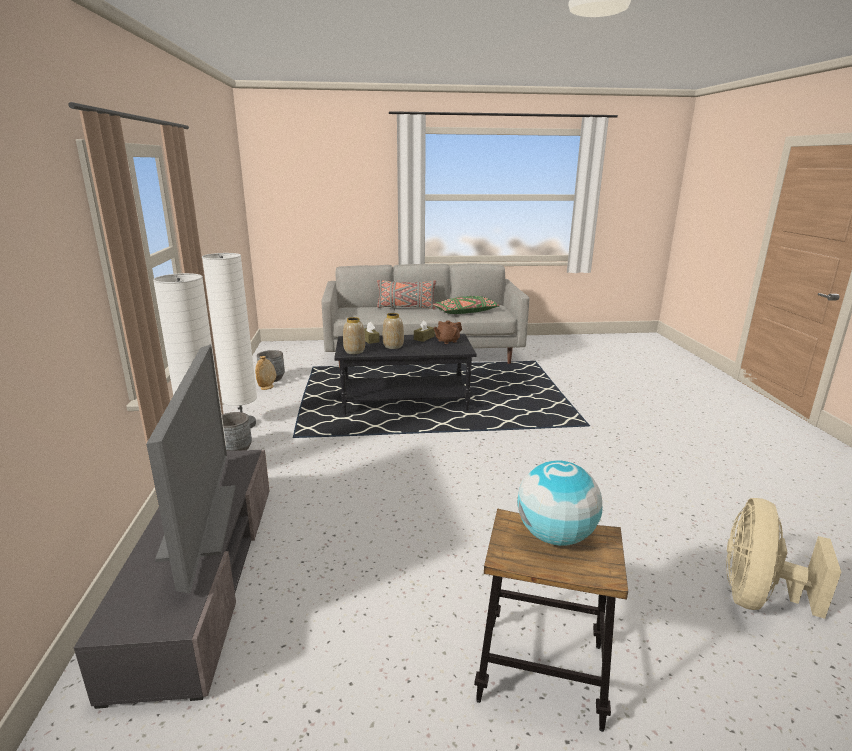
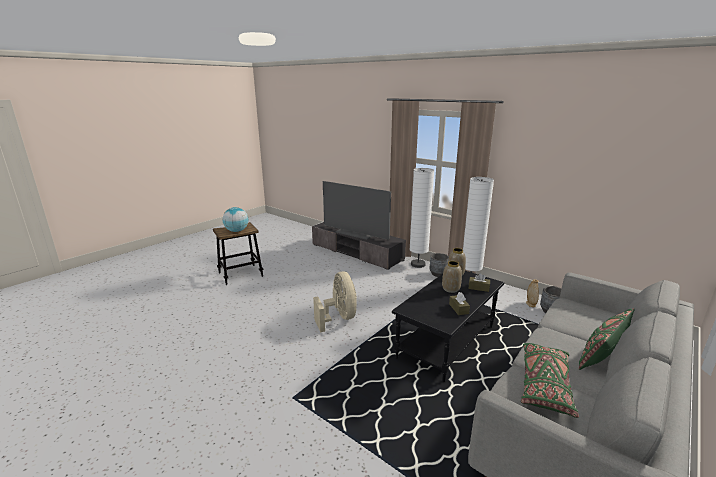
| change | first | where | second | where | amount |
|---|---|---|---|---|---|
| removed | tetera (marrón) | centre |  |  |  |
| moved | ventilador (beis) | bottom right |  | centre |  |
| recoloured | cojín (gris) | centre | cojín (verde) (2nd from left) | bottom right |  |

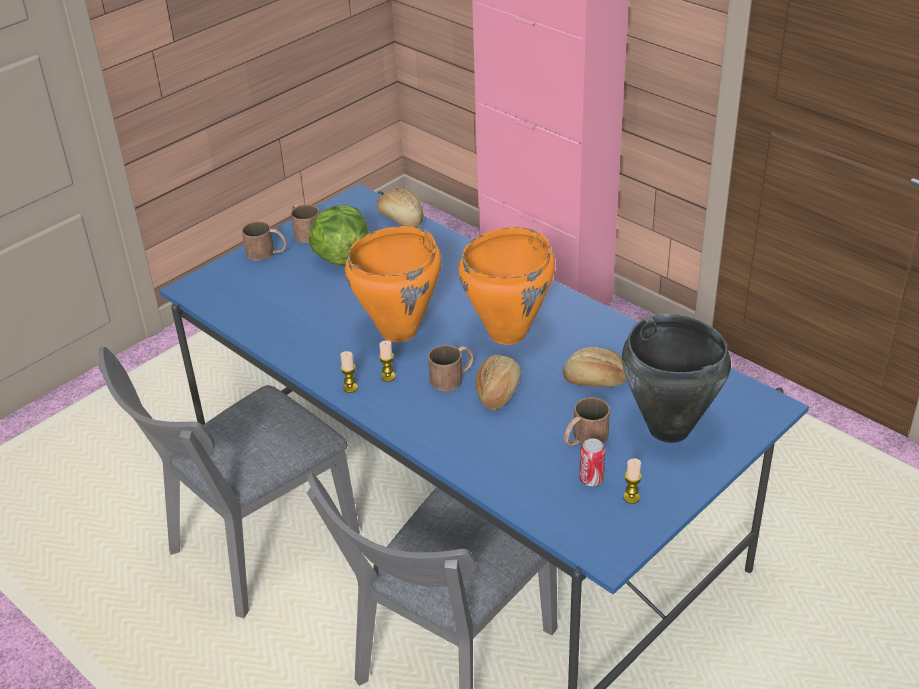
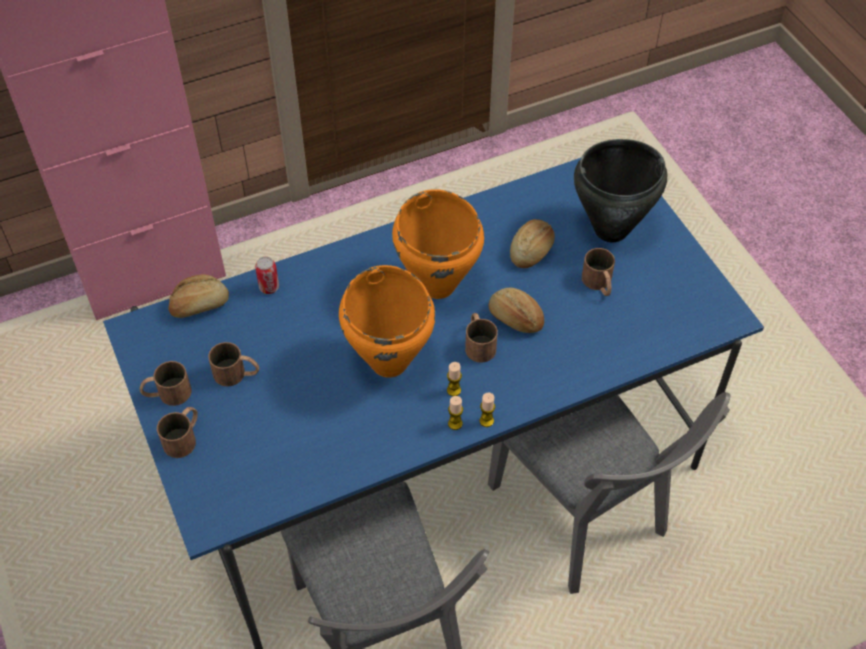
| change | first | where | second | where | amount |
|---|---|---|---|---|---|
| moved | lata | bottom centre |  | middle left |  |
| moved | vela (3rd from left) | bottom right |  | centre |  |
| replaced | lechuga | centre | taza grande (marrón) (3rd from left) | middle left |  |

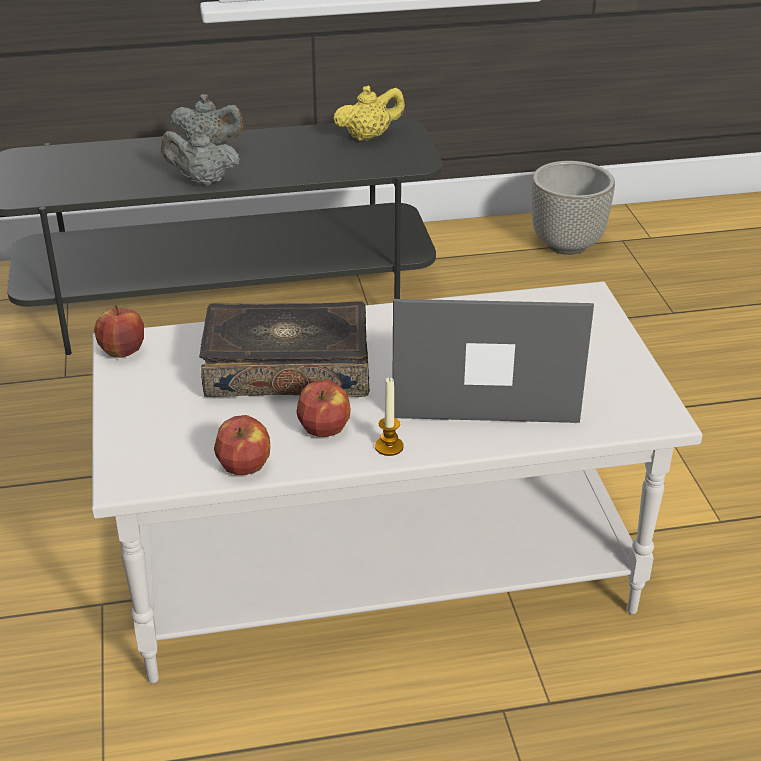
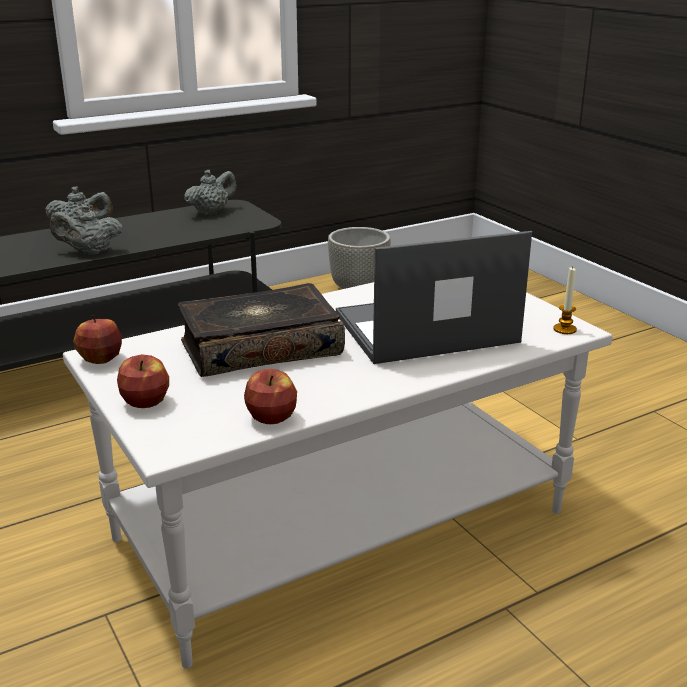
| change | first | where | second | where | amount |
|---|---|---|---|---|---|
| moved | manzana (3rd from left in the first image) | centre | manzana (2nd from left) | middle left |  |
| moved | vela | centre |  | middle right |  |
| recoloured | tetera (amarillo) | top centre | tetera (gris) (3rd from left) | top left |  |

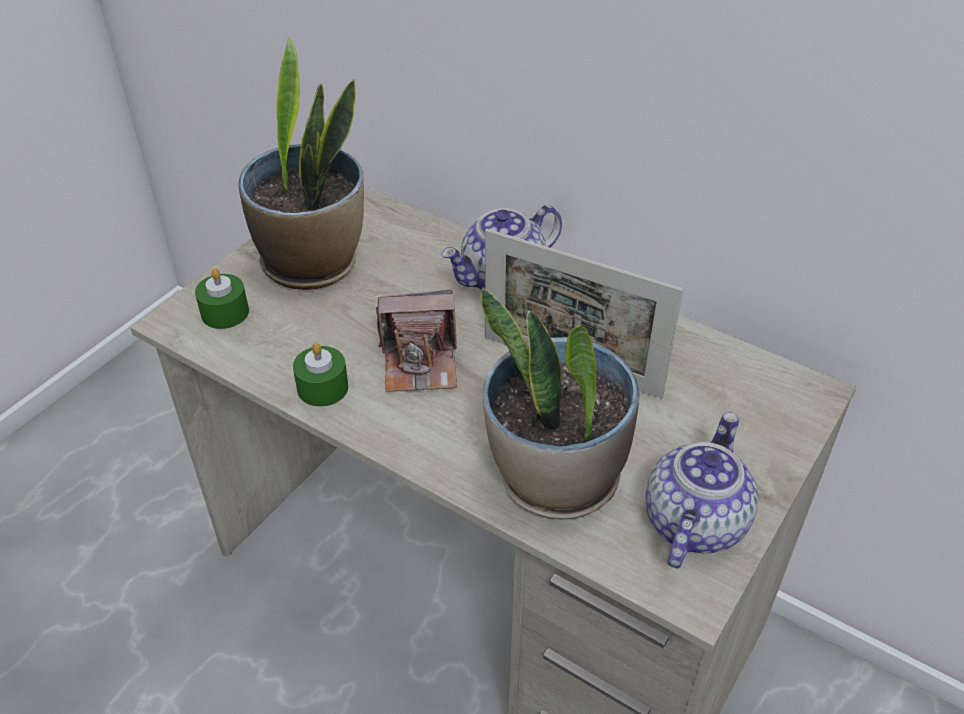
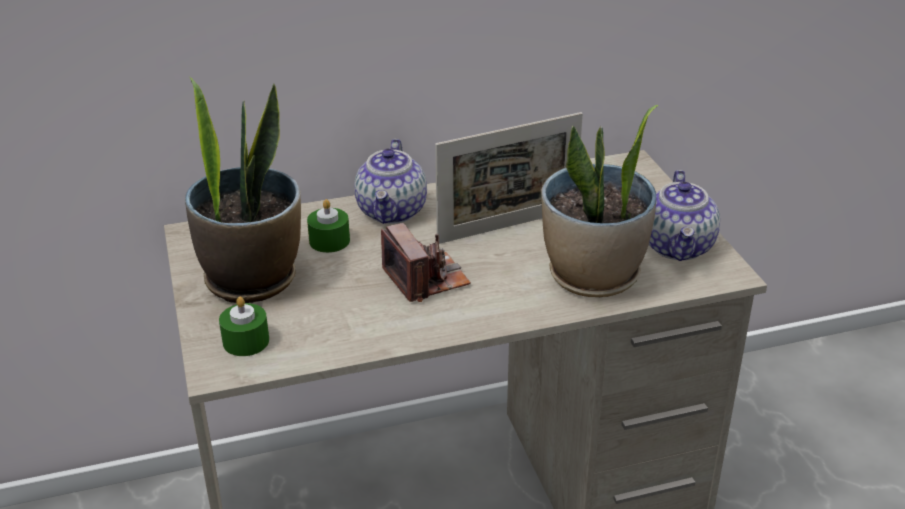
| change | first | where | second | where | amount |
|---|---|---|---|---|---|
| moved | vela (verde) (2nd from left) | middle left |  | centre |  |
| turned | cámara | centre |  | centre | 60 degrees counterclockwise |
| turned | tetera (2nd from left) | bottom right |  | middle right | 150 degrees counterclockwise |

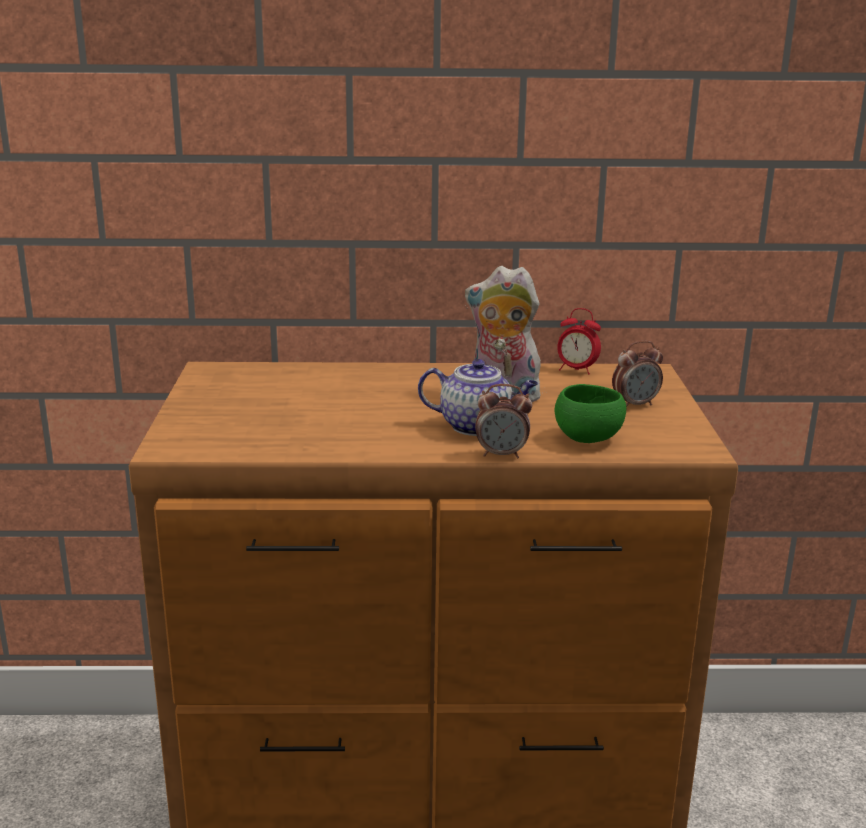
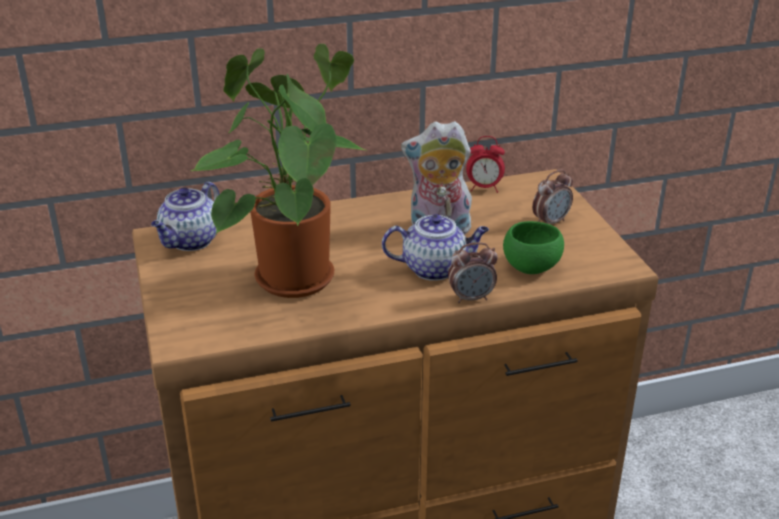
| change | first | where | second | where | amount |
|---|---|---|---|---|---|
| added |  |  | tetera (1st from left) | middle left |  |
| added |  |  | planta en maceta | top centre |  |

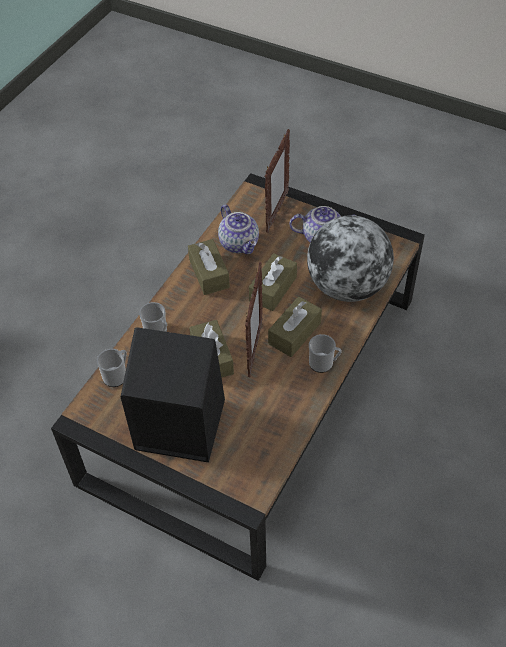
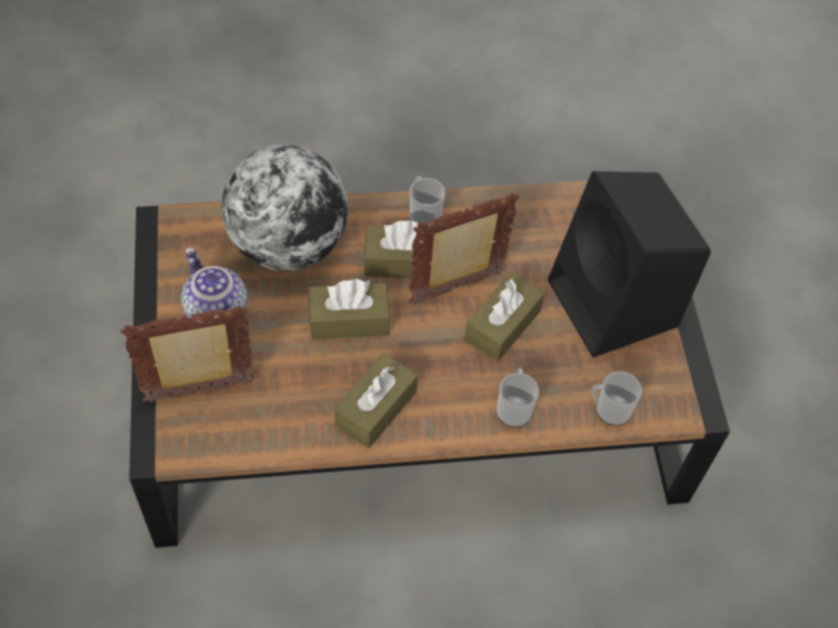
| change | first | where | second | where | amount |
|---|---|---|---|---|---|
| removed | tetera (1st from left) | centre |  |  |  |

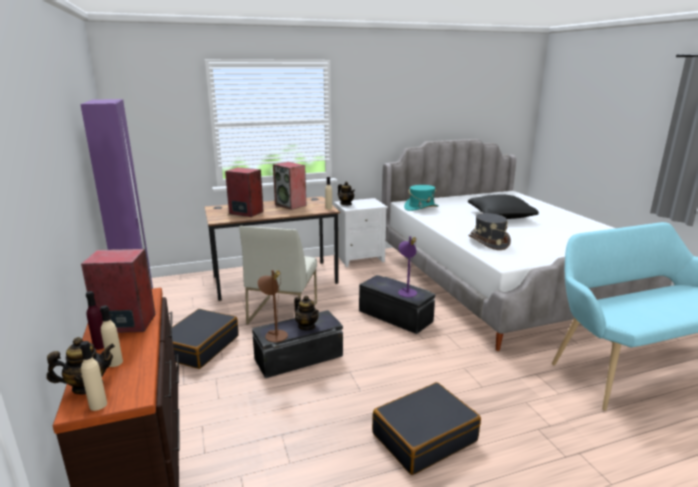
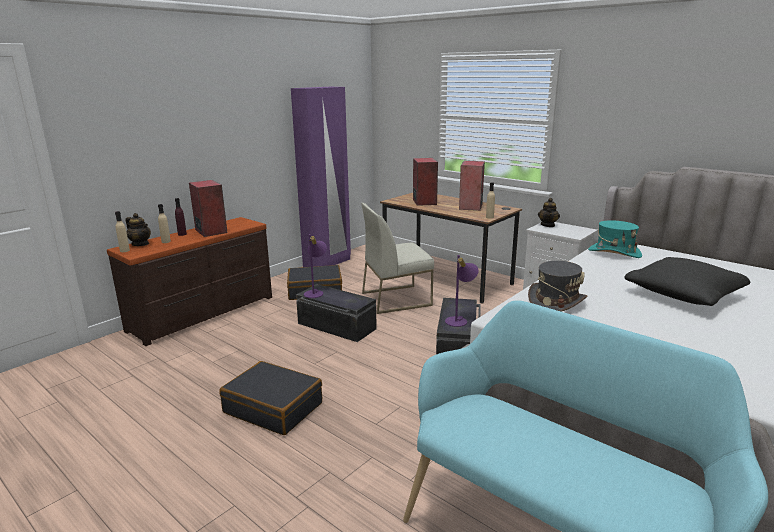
| change | first | where | second | where | amount |
|---|---|---|---|---|---|
| removed | tetera (2nd from left) | centre |  |  |  |
| recoloured | lámpara de mesa (marrón) | centre | lámpara de mesa (morado) (1st from left) | centre |  |

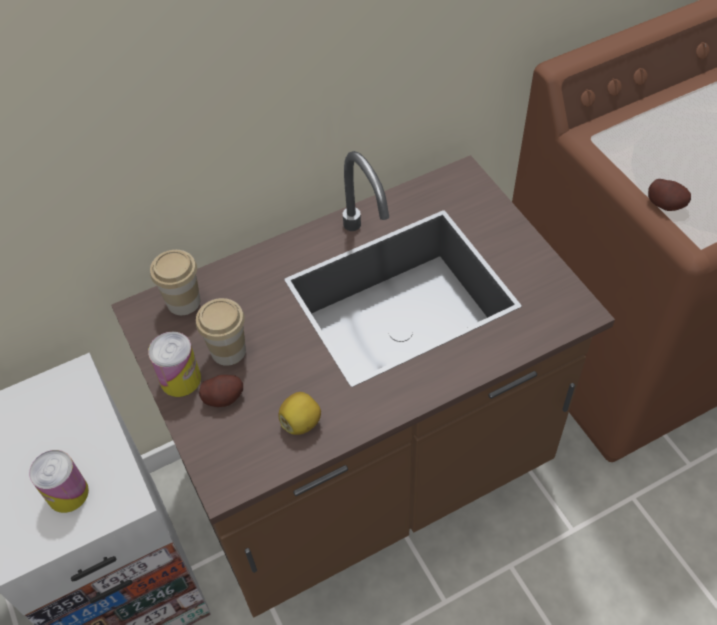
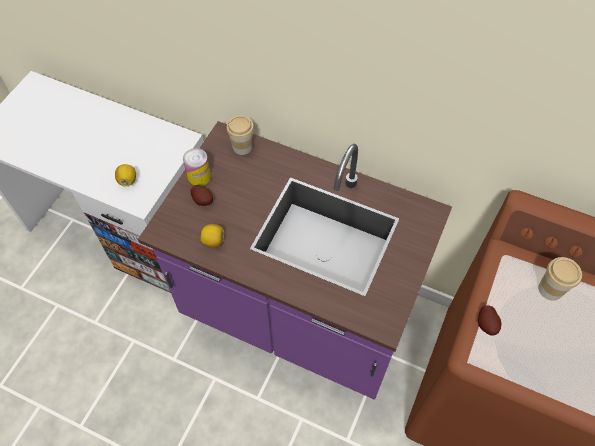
| change | first | where | second | where | amount |
|---|---|---|---|---|---|
| moved | taza (2nd from left) | middle left |  | middle right |  |
| replaced | lata (1st from left) | bottom left | limón (1st from left) | middle left |  |
| recoloured | mueble bajo de cocina (marrón) | centre | mueble bajo de cocina (morado) | centre |  |

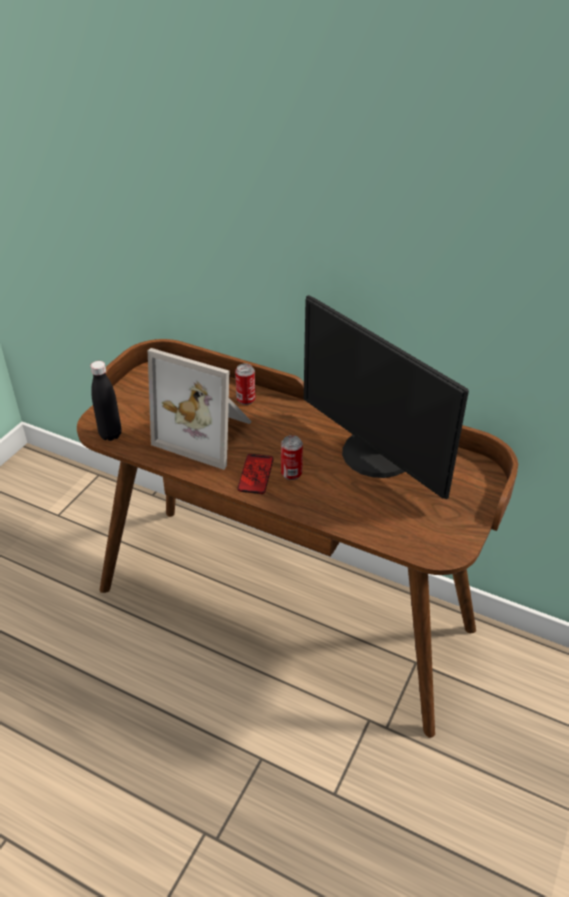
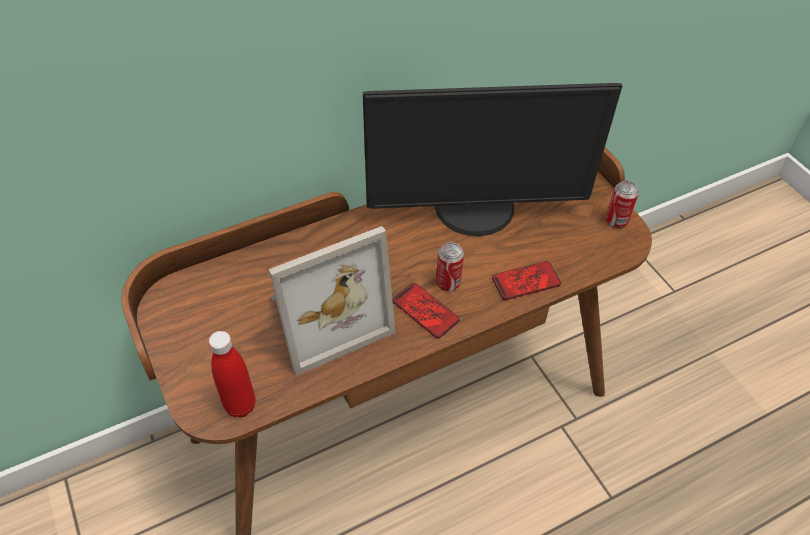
| change | first | where | second | where | amount |
|---|---|---|---|---|---|
| added |  |  | móvil (2nd from left) | centre |  |
| moved | lata (1st from left in the first image) | centre | lata (2nd from left) | middle right |  |
| recoloured | botella (negro) | middle left | botella (rojo) | bottom left |  |

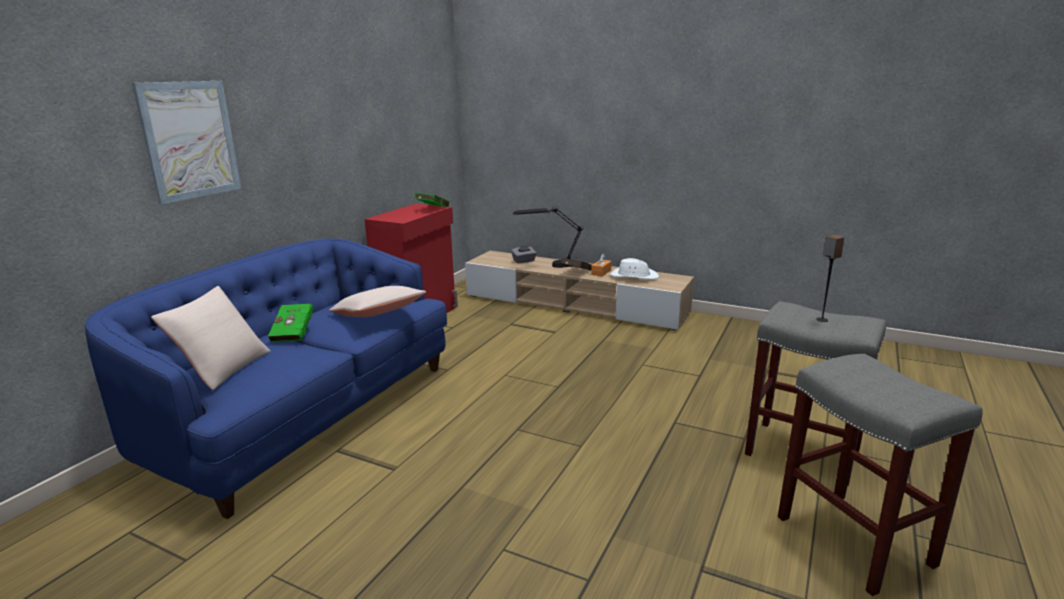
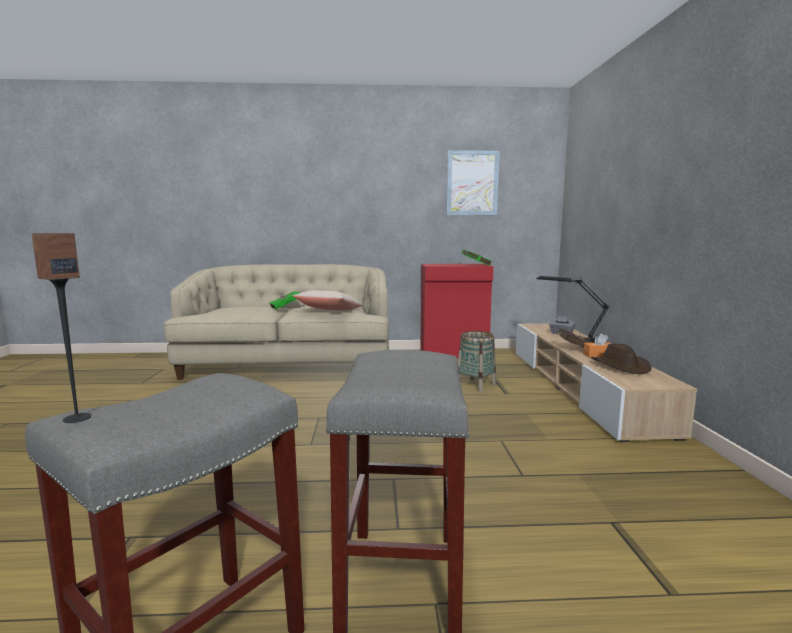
| change | first | where | second | where | amount |
|---|---|---|---|---|---|
| removed | cojín (beis) (1st from left) | middle left |  |  |  |
| added |  |  | cesta | centre |  |
| moved | cuadro | top left |  | top centre |  |
| moved | altavoz | middle right |  | middle left |  |
| recoloured | sofá (azul) | middle left | sofá (beis) | centre |  |
| recoloured | sombrero (blanco) | centre | sombrero (marrón) | middle right |  |

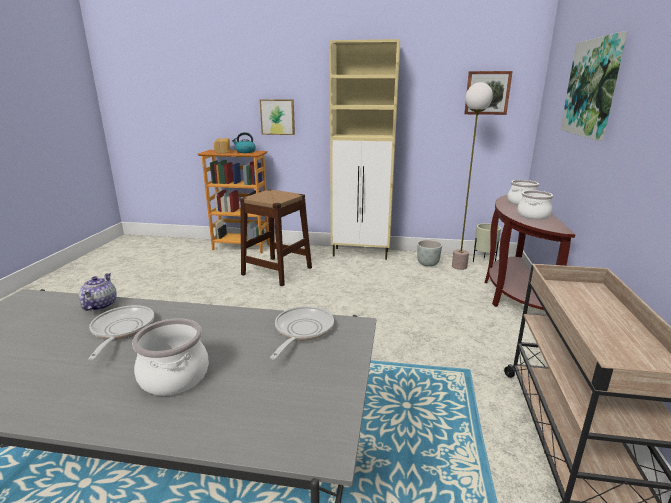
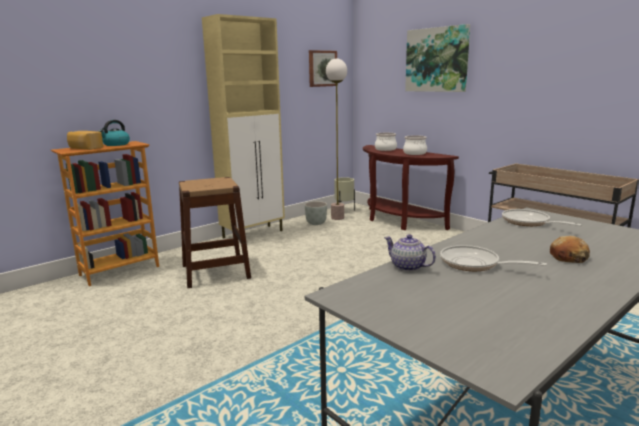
| change | first | where | second | where | amount |
|---|---|---|---|---|---|
| removed | cuadro (1st from left) | top centre |  |  |  |
| replaced | olla (1st from left) | bottom left | pan (2nd from left) | middle right |  |

